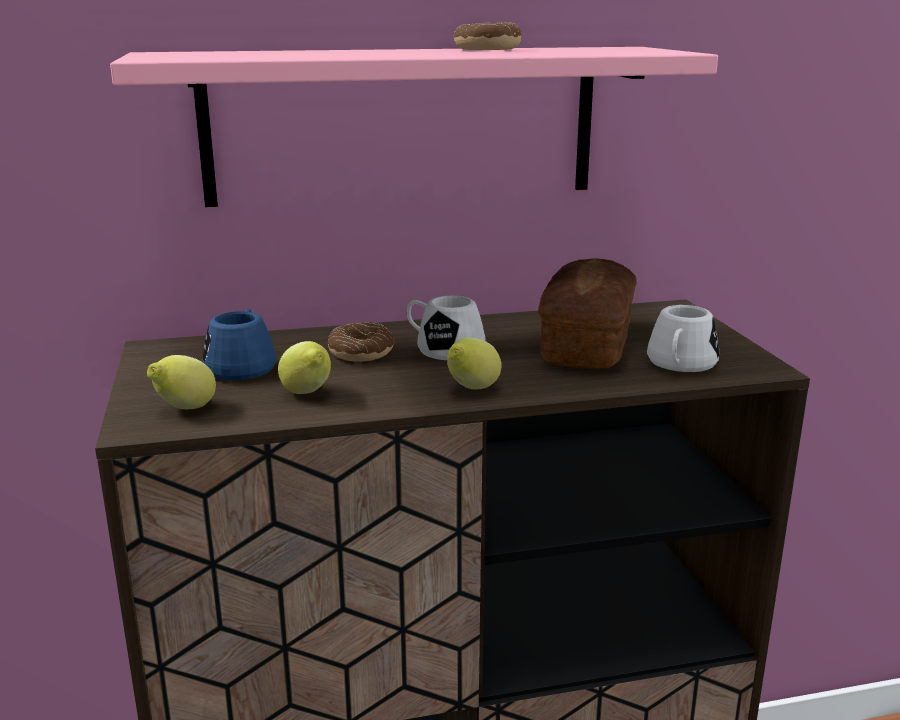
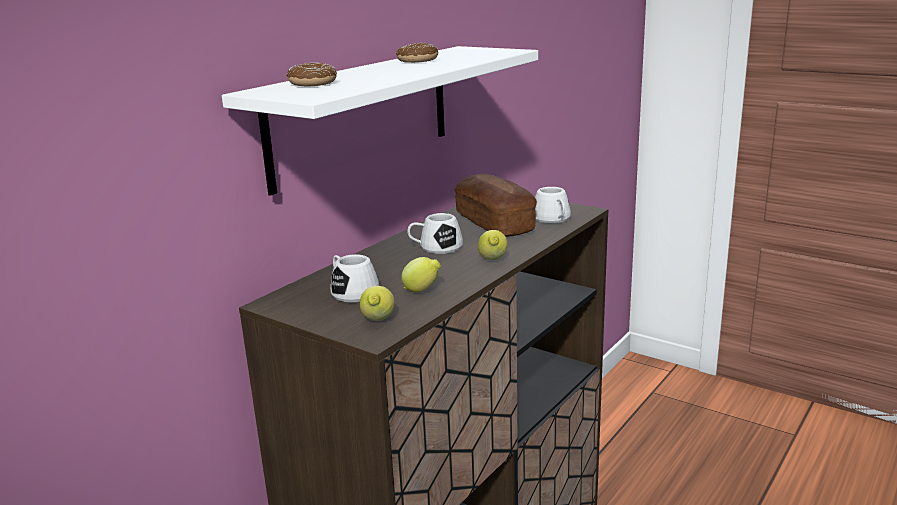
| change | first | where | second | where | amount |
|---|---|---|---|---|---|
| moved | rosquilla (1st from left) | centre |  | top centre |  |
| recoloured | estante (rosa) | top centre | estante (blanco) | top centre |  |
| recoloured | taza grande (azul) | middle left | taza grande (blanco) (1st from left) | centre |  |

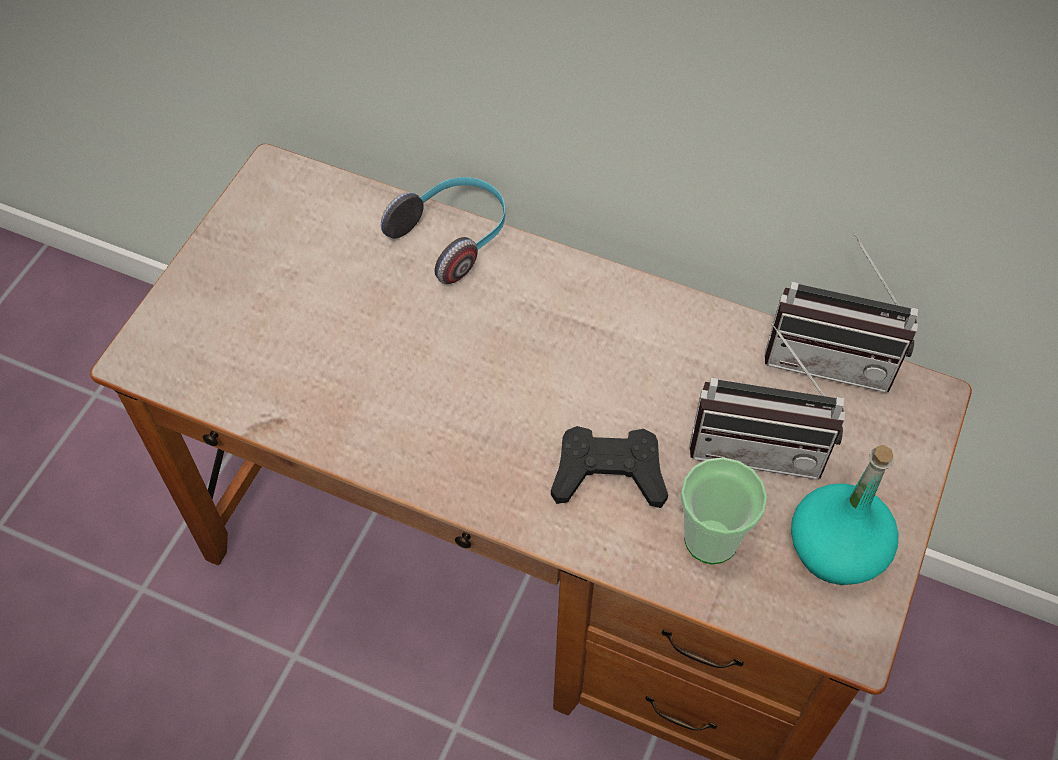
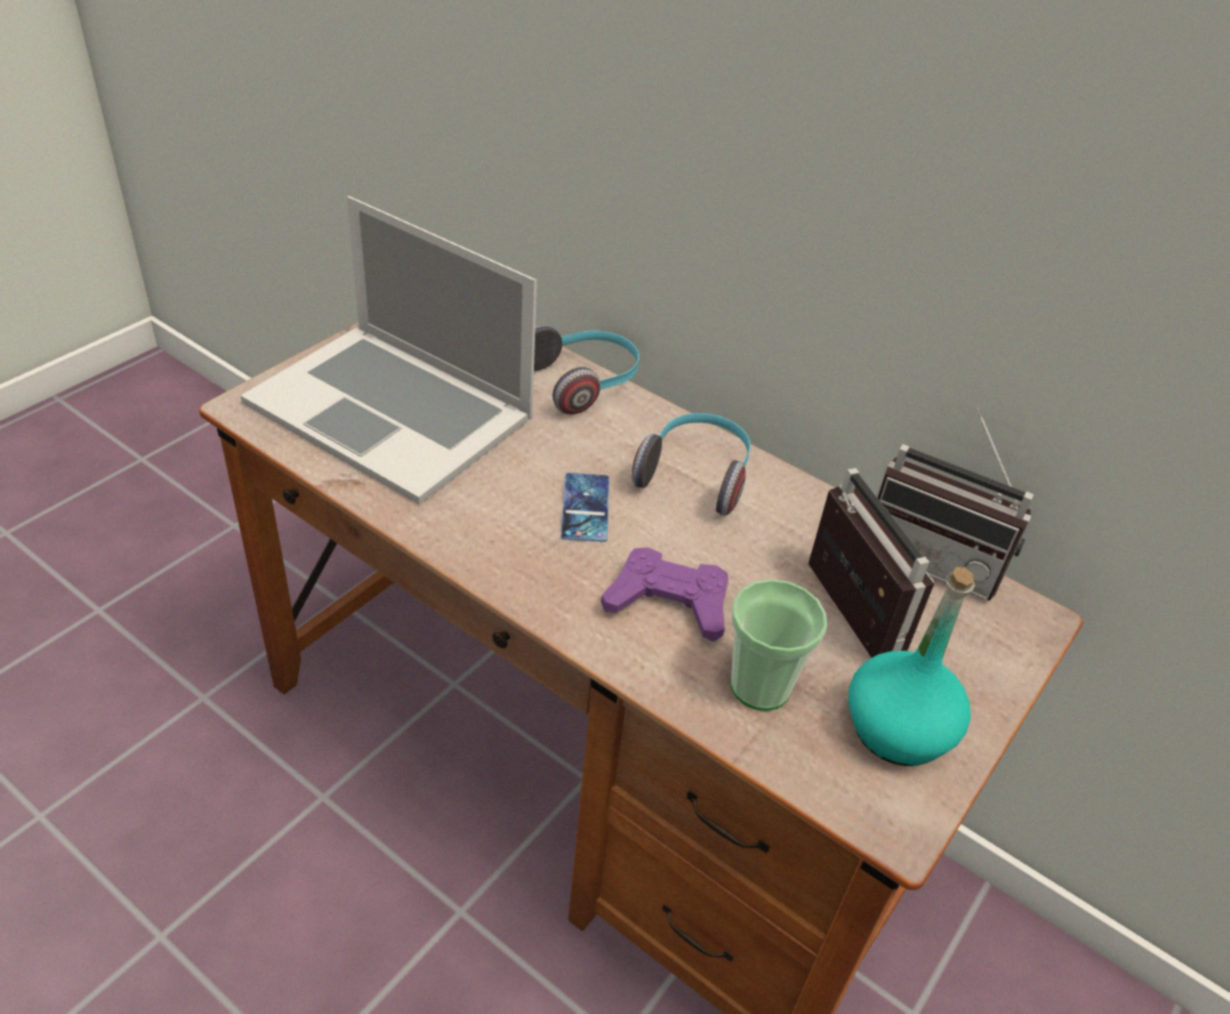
| change | first | where | second | where | amount |
|---|---|---|---|---|---|
| added |  |  | portátil | middle left |  |
| added |  |  | móvil | centre |  |
| added |  |  | auriculares (2nd from left) | centre |  |
| recoloured | mando de consola (negro) | centre | mando de consola (morado) | centre |  |
| turned | radio (1st from left) | middle right |  | middle right | 135 degrees counterclockwise |

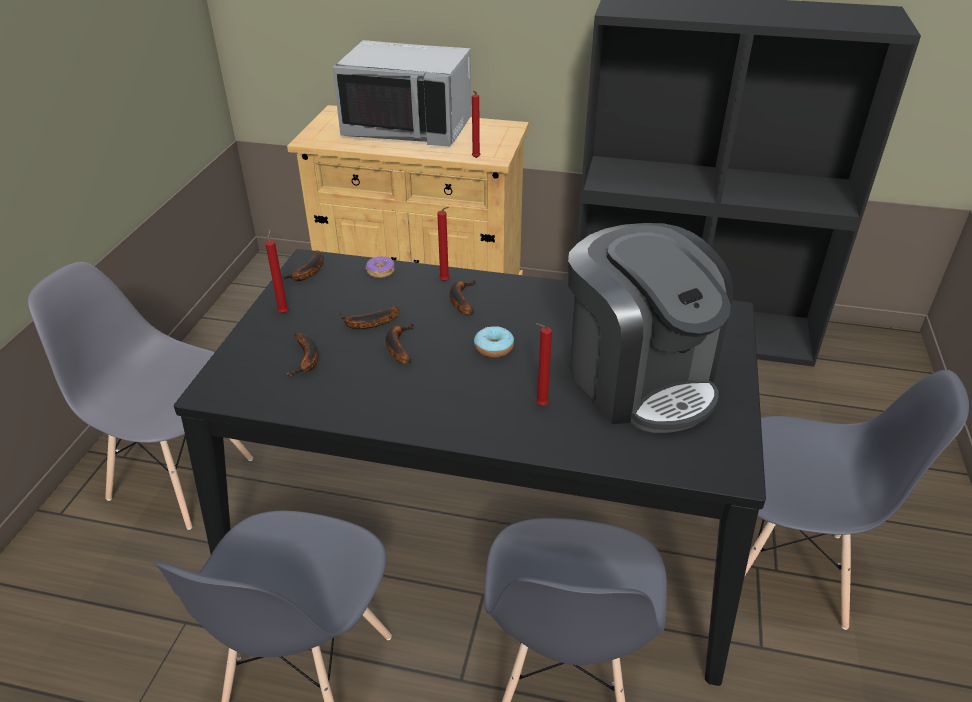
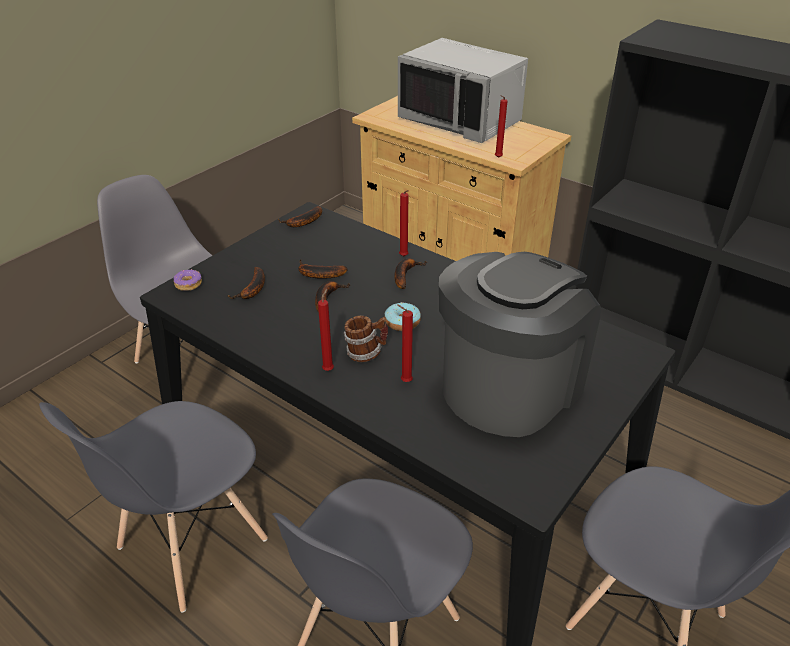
| change | first | where | second | where | amount |
|---|---|---|---|---|---|
| added |  |  | taza grande | centre |  |
| moved | vela (rojo) (1st from left) | middle left |  | centre |  |
| moved | rosquilla (1st from left) | centre |  | middle left |  |
| turned | cafetera | middle right |  | centre | 135 degrees counterclockwise |

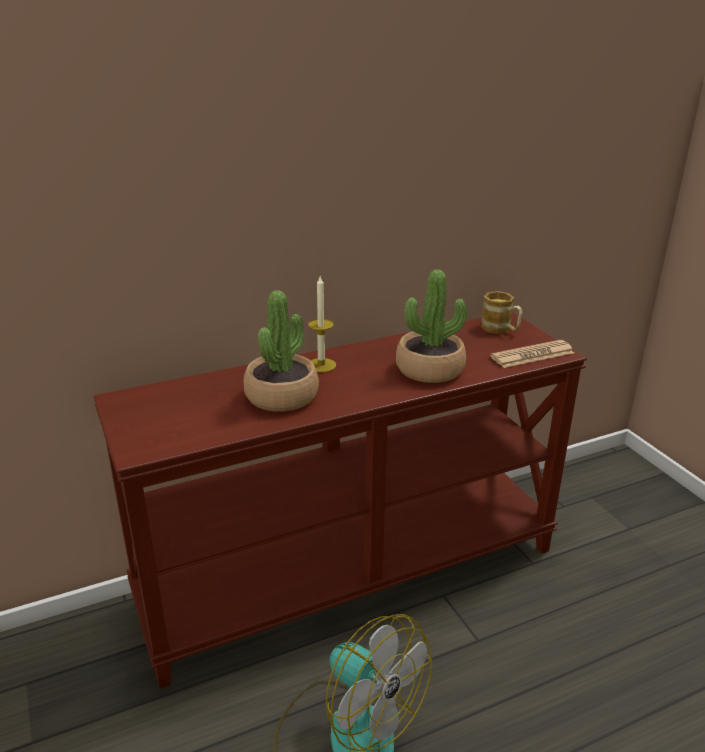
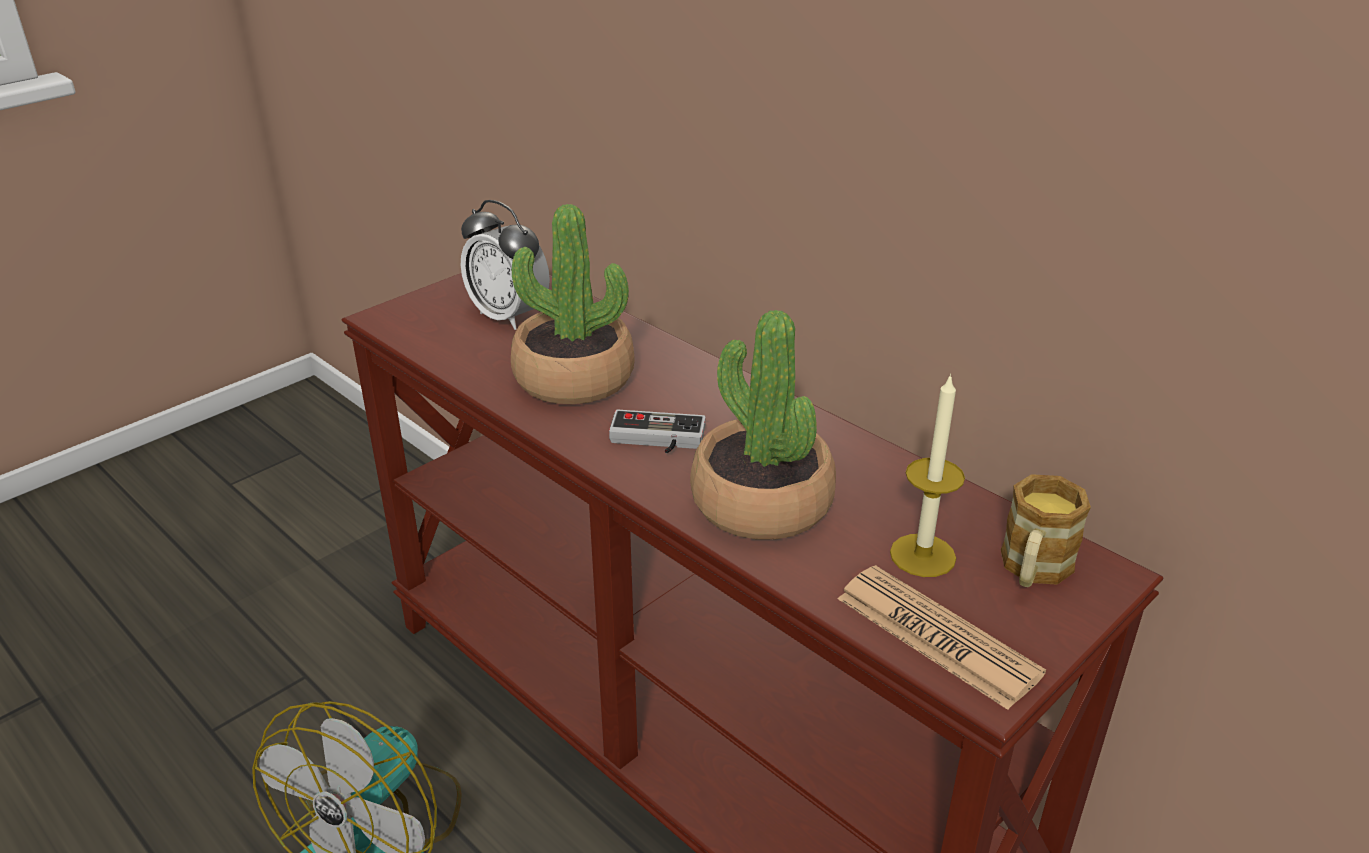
| change | first | where | second | where | amount |
|---|---|---|---|---|---|
| added |  |  | despertador | top centre |  |
| added |  |  | mando de consola | centre |  |
| moved | vela | centre |  | middle right |  |

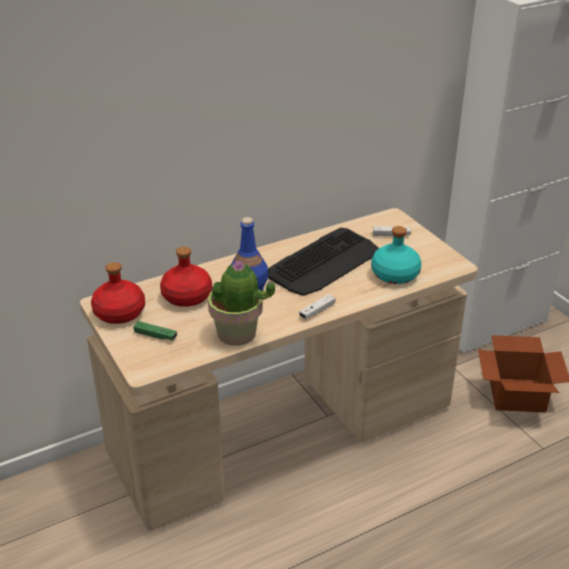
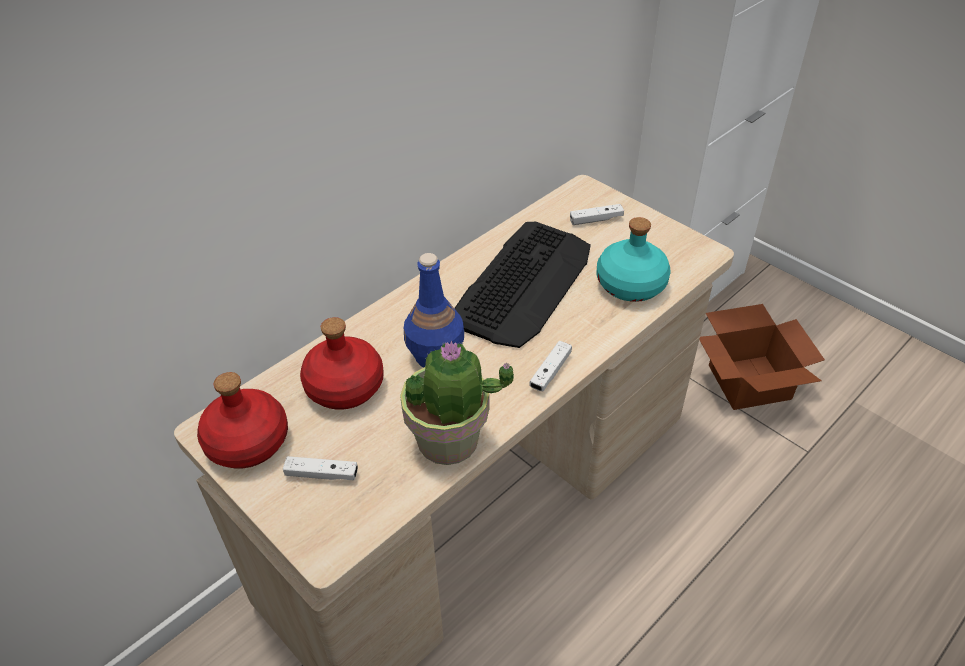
| change | first | where | second | where | amount |
|---|---|---|---|---|---|
| recoloured | mando de consola (verde) | middle left | mando de consola (blanco) (1st from left) | bottom left |  |

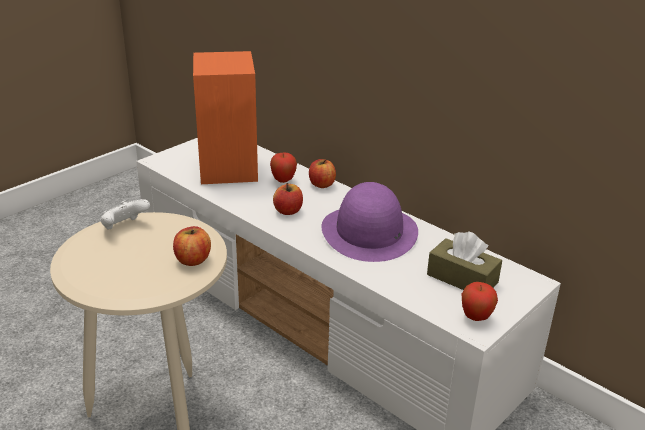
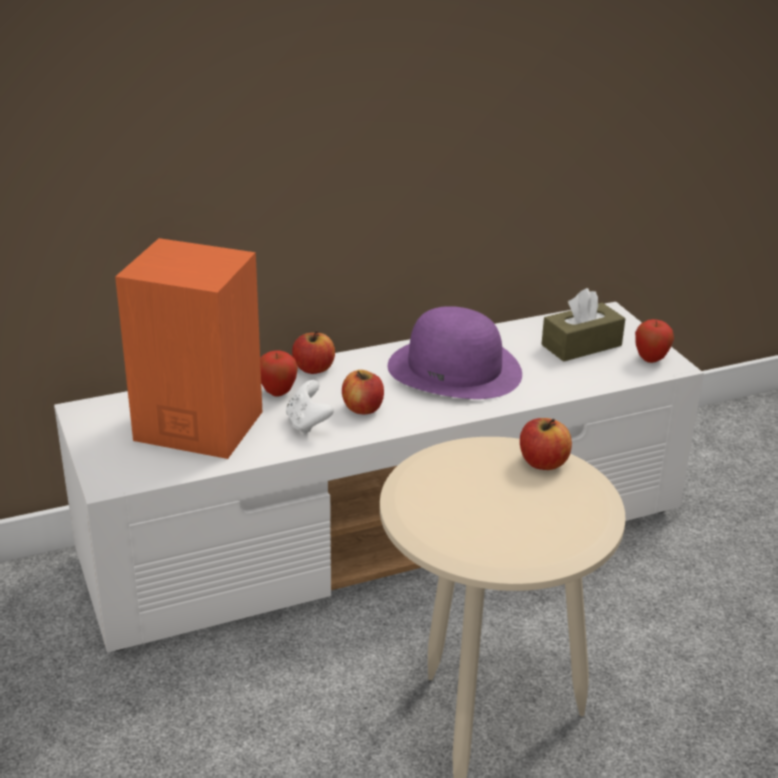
| change | first | where | second | where | amount |
|---|---|---|---|---|---|
| moved | mando de consola (blanco) | middle left |  | centre |  |

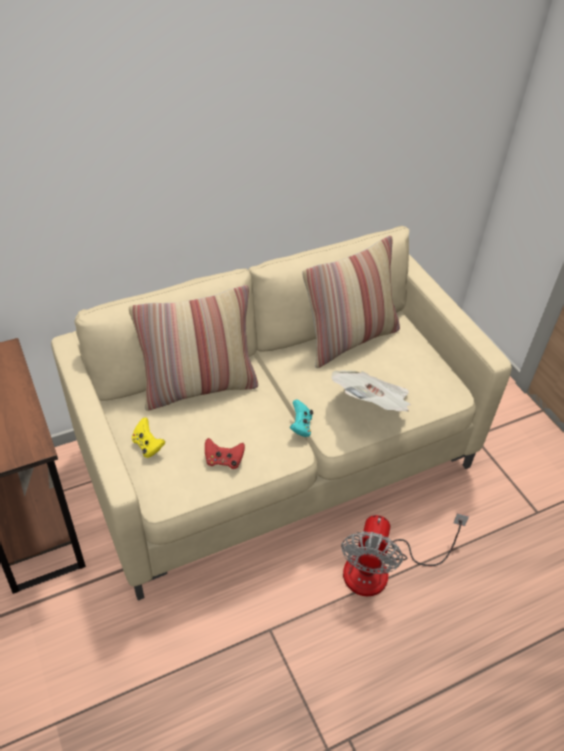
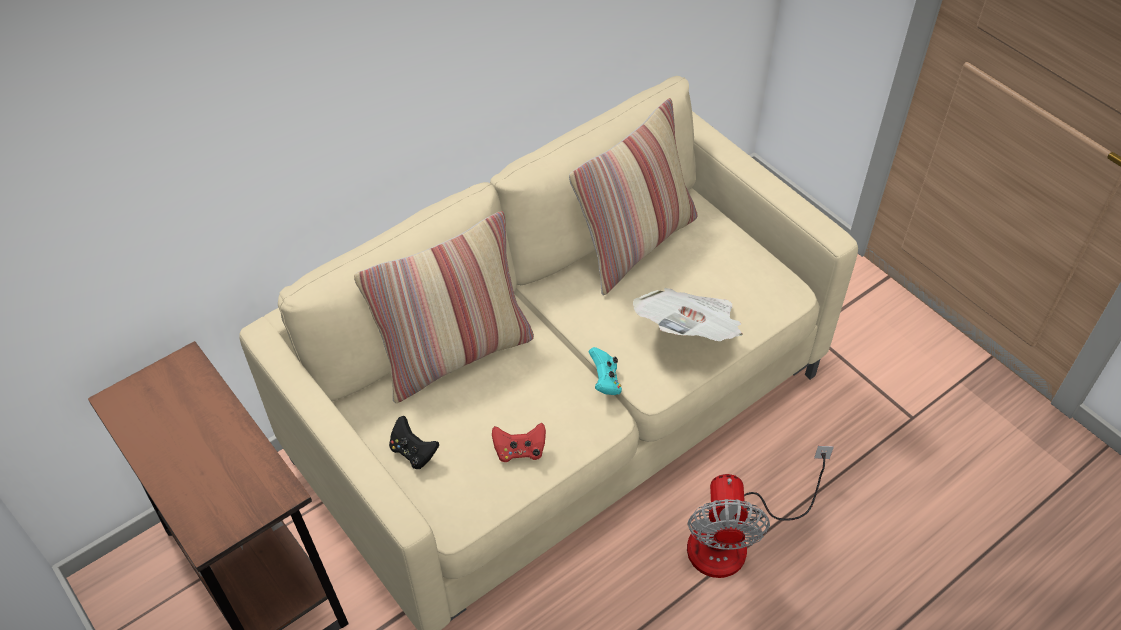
| change | first | where | second | where | amount |
|---|---|---|---|---|---|
| recoloured | mando de consola (amarillo) | middle left | mando de consola (negro) | bottom centre |  |

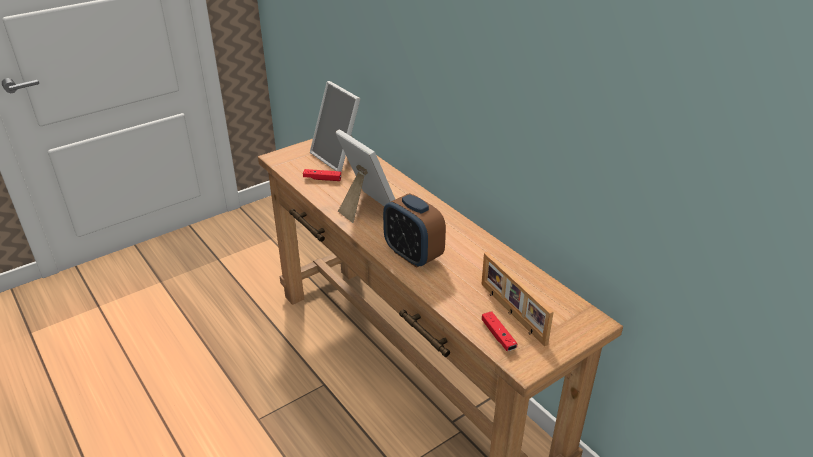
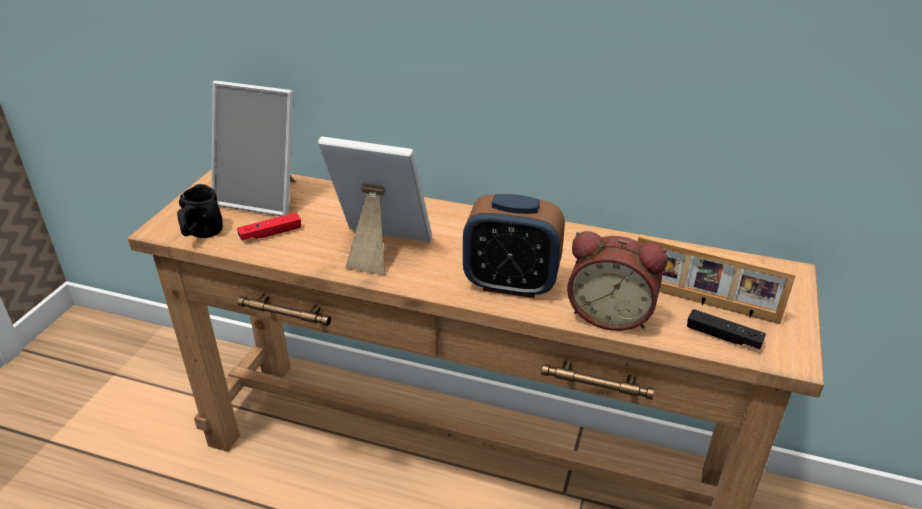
| change | first | where | second | where | amount |
|---|---|---|---|---|---|
| added |  |  | taza grande (negro) | middle left |  |
| added |  |  | despertador (2nd from left) | middle right |  |
| recoloured | mando de consola (rojo) (2nd from left) | bottom centre | mando de consola (negro) | middle right |  |

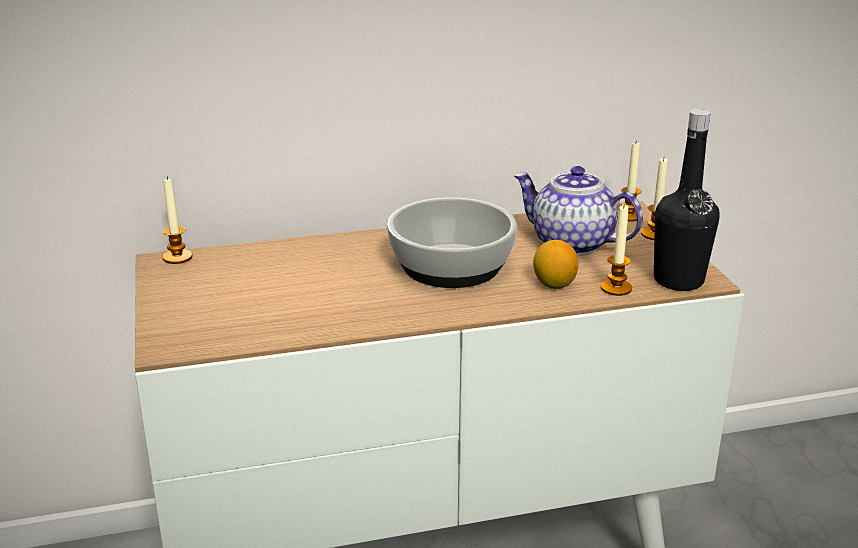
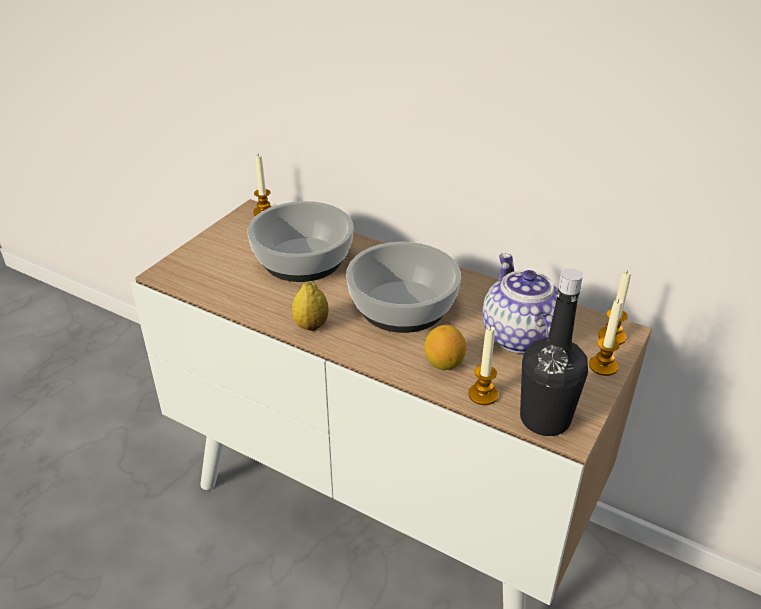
| change | first | where | second | where | amount |
|---|---|---|---|---|---|
| added |  |  | cuenco (1st from left) | centre |  |
| added |  |  | limón (1st from left) | centre |  |

